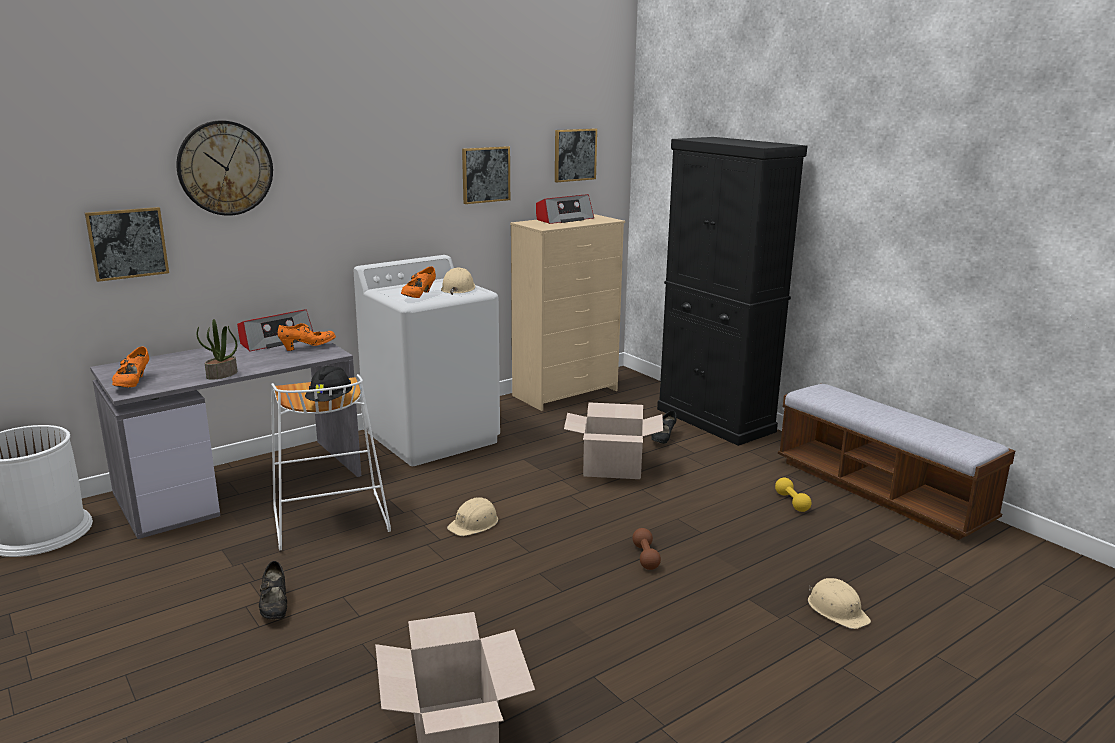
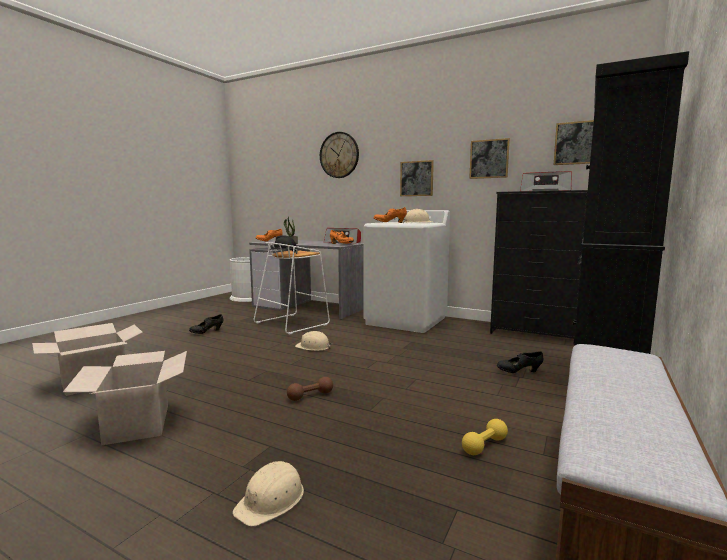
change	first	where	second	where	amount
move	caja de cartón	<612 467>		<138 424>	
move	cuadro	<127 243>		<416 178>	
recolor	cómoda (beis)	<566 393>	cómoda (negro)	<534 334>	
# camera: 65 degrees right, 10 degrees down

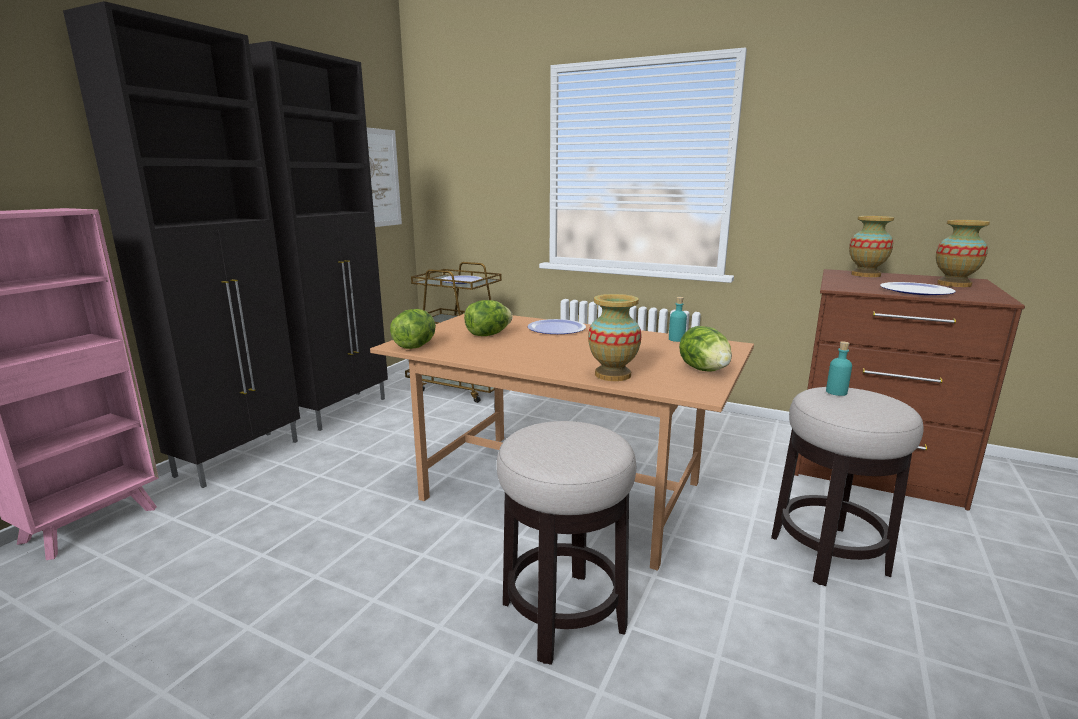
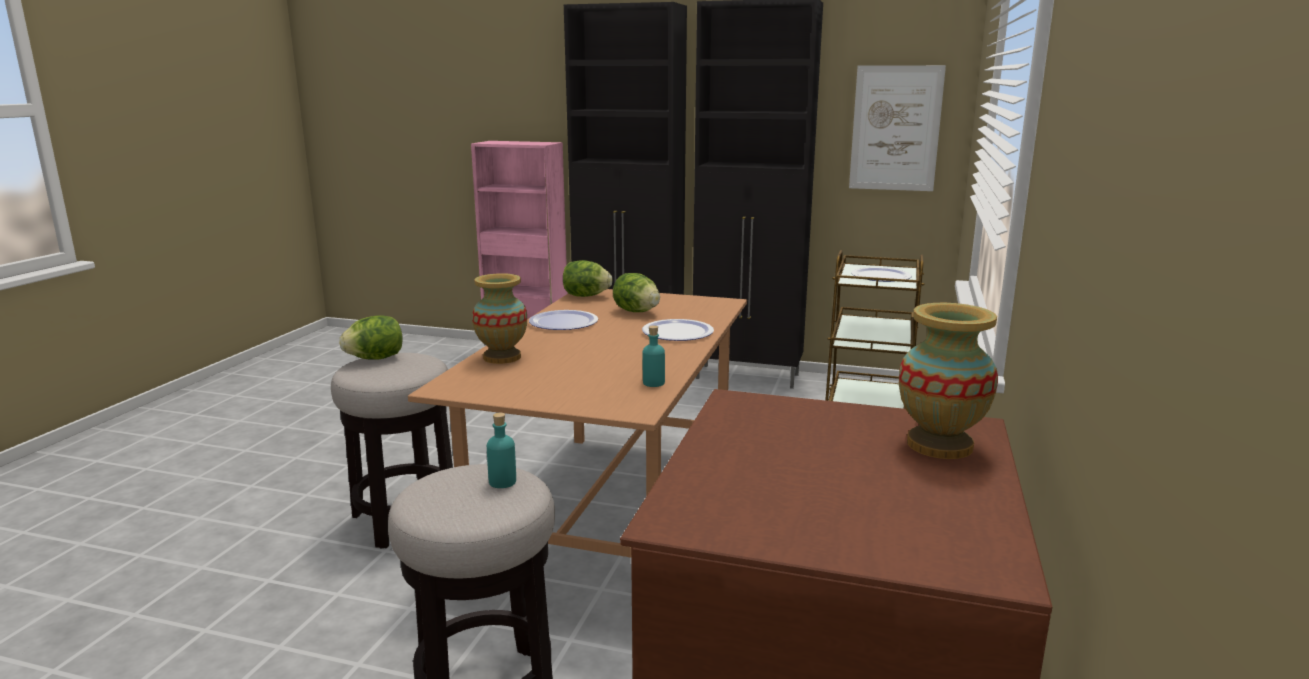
change	first	where	second	where	amount
move	lechuga	<704 370>		<375 358>	
move	plato	<916 291>		<563 322>	
delete	florero	<953 284>			
# camera: 80 degrees right, 0 degrees up

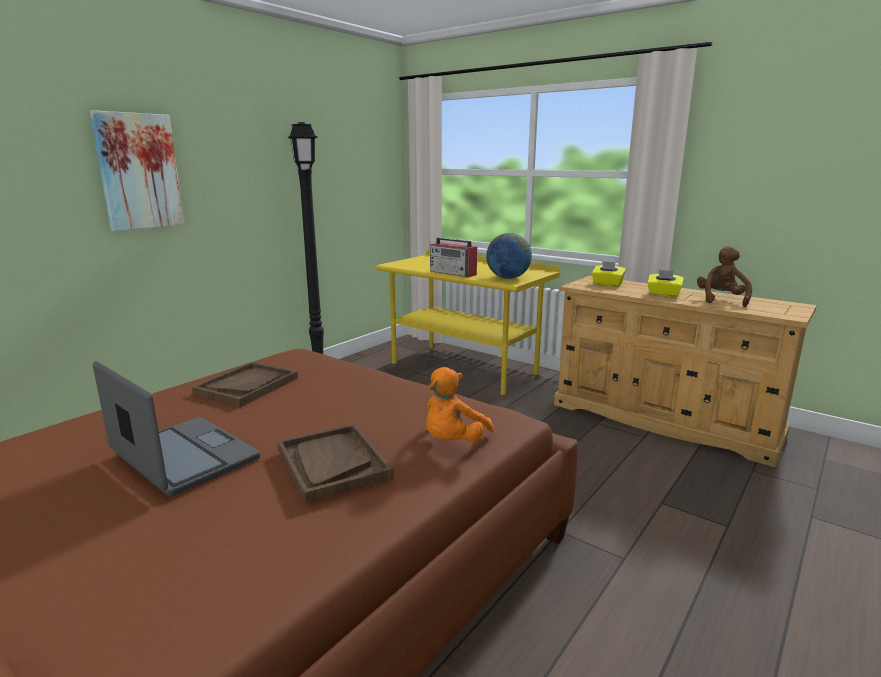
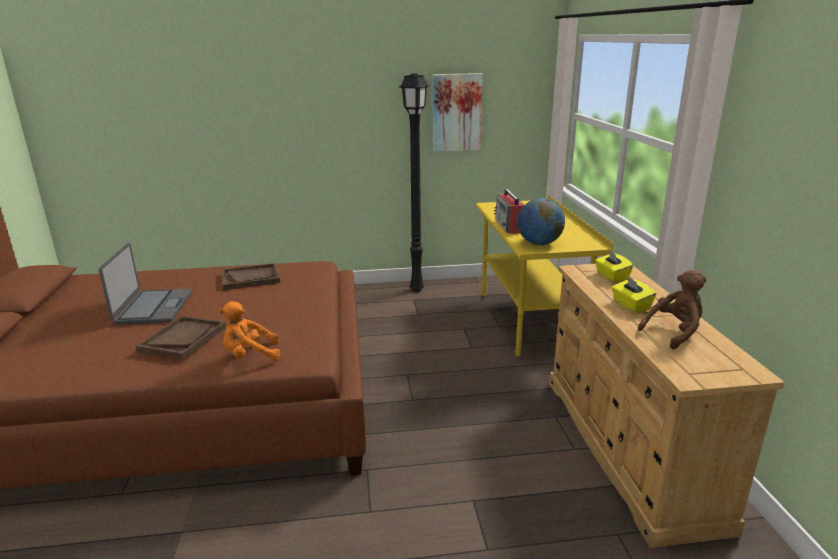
change	first	where	second	where	amount
move	cuadro	<139 171>		<456 112>	
# camera: 45 degrees right, 5 degrees up

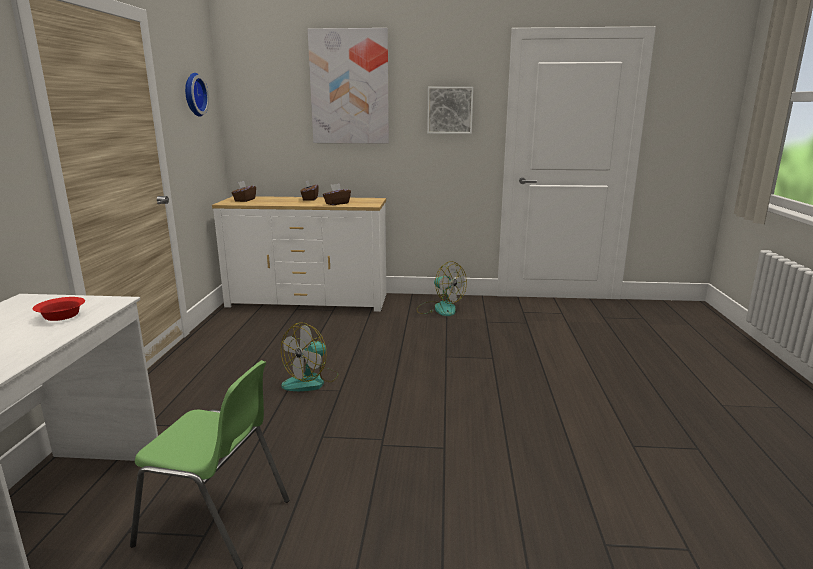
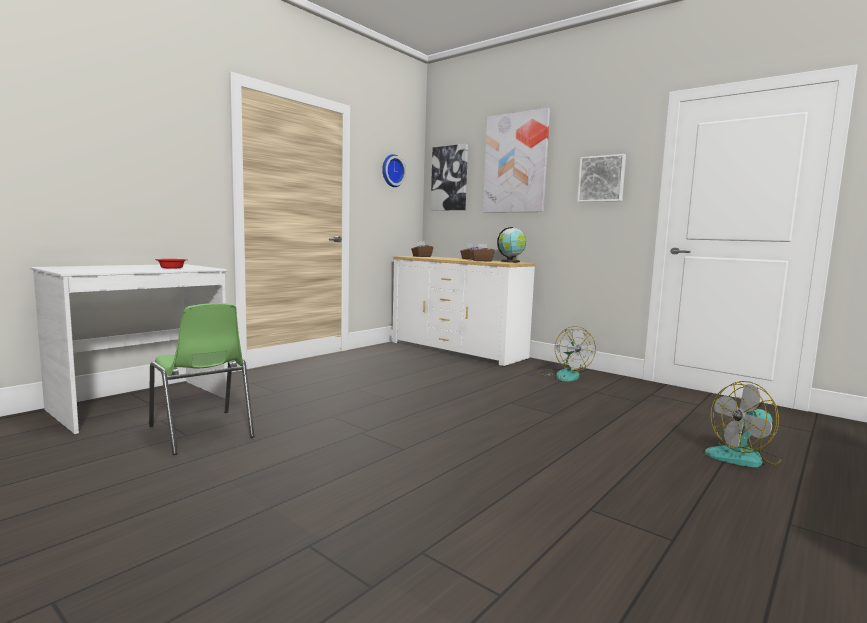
change	first	where	second	where	amount
insert			cuadro	<450 178>	
insert			globo terráqueo	<511 261>	
move	ventilador	<311 381>		<743 457>	
# camera: 35 degrees right, 10 degrees down

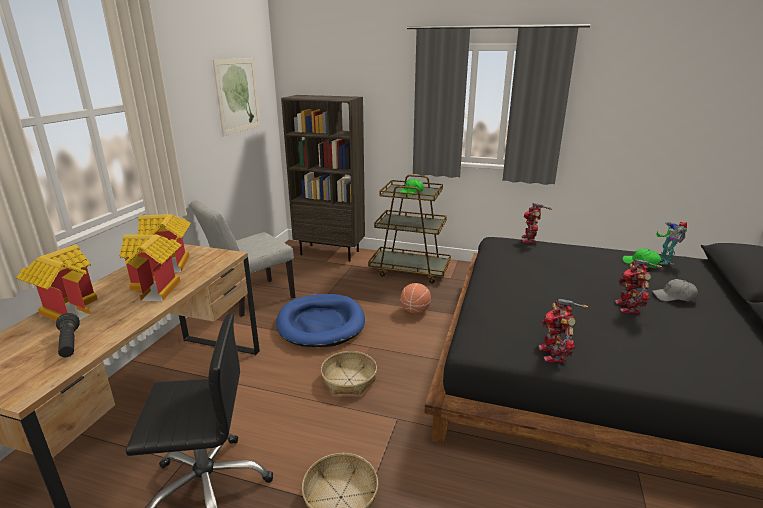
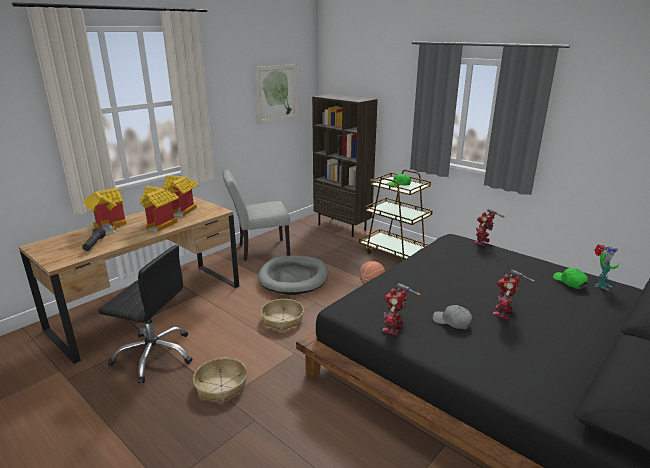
change	first	where	second	where	amount
recolor	cama para perro (azul)	<321 323>	cama para perro (gris)	<294 277>	
move	gorra (gris)	<673 297>		<452 322>	
rotate	robot de juguete	<664 261>		<600 285>	150 degrees counterclockwise
# camera: 25 degrees right, 0 degrees up

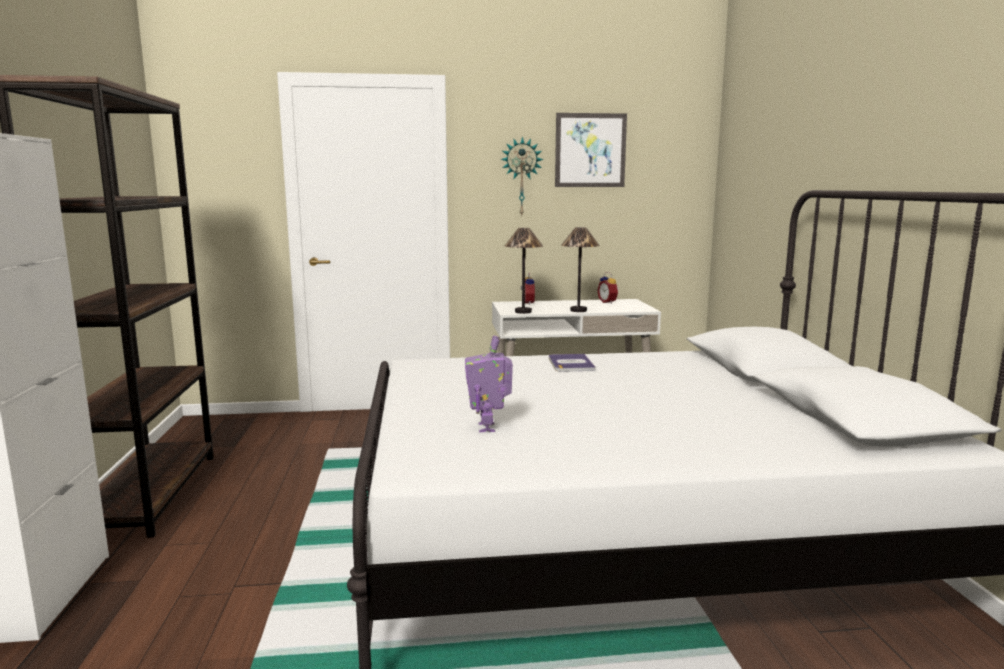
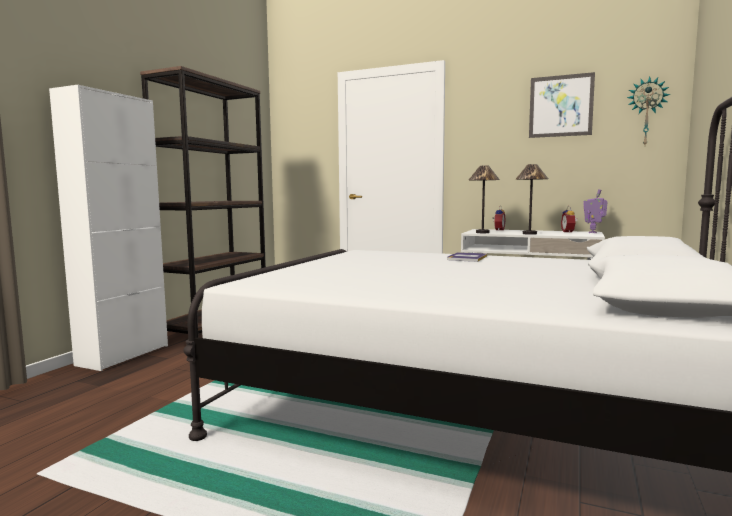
change	first	where	second	where	amount
move	robot de juguete	<488 427>		<593 232>	
move	reloj de pared	<521 177>		<646 112>	
# camera: 30 degrees right, 5 degrees down

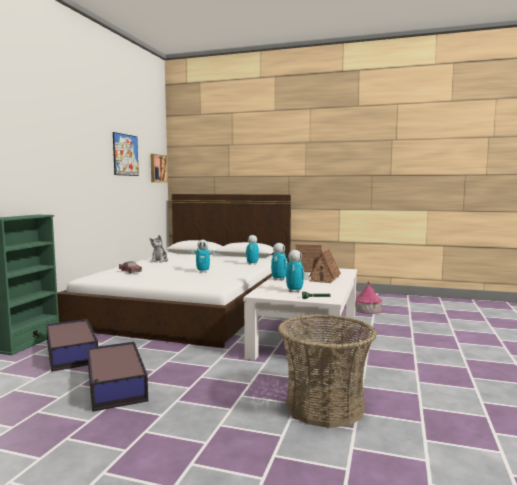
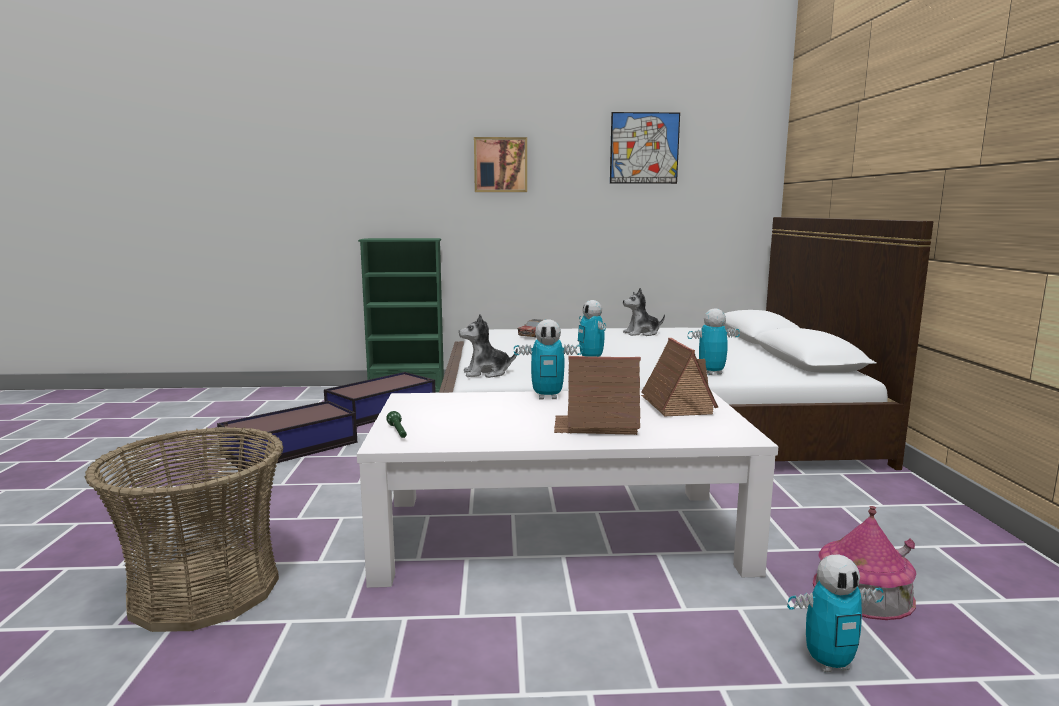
change	first	where	second	where	amount
insert			peluche	<486 373>	
move	cuadro	<158 168>		<500 165>	
move	robot de juguete	<294 291>		<829 663>	
# camera: 70 degrees right, 5 degrees up

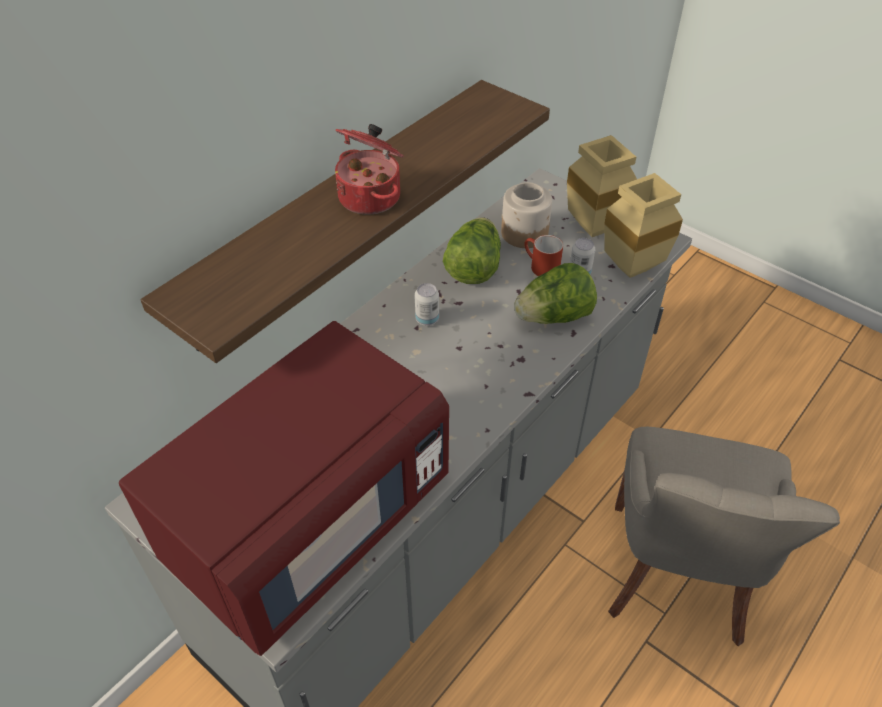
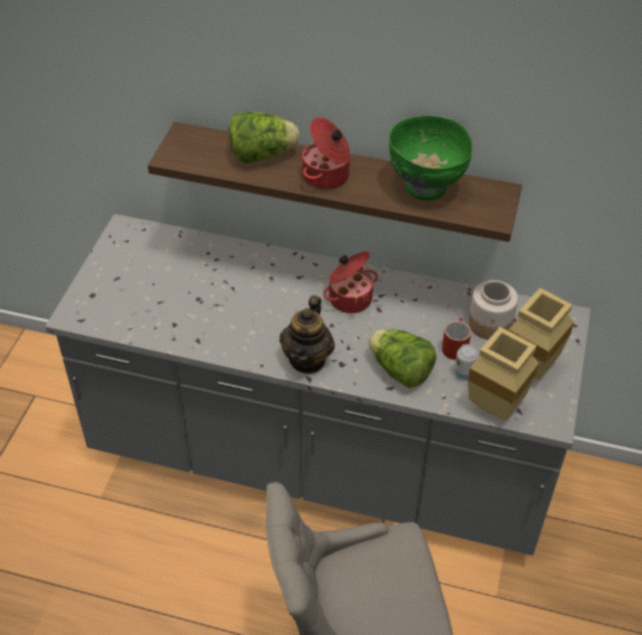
change	first	where	second	where	amount
move	lechuga	<473 268>		<261 155>	
insert			tetera	<307 359>	
replace	lata	<427 319>	olla	<349 298>	
insert			cuenco (verde)	<425 188>	
delete	microondas (rojo)	<308 521>			
# camera: 65 degrees right, 0 degrees up

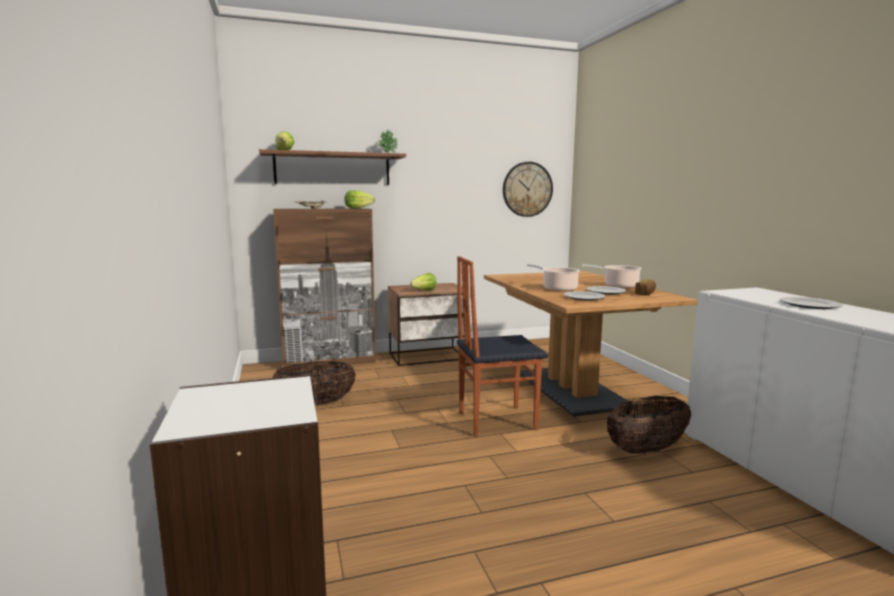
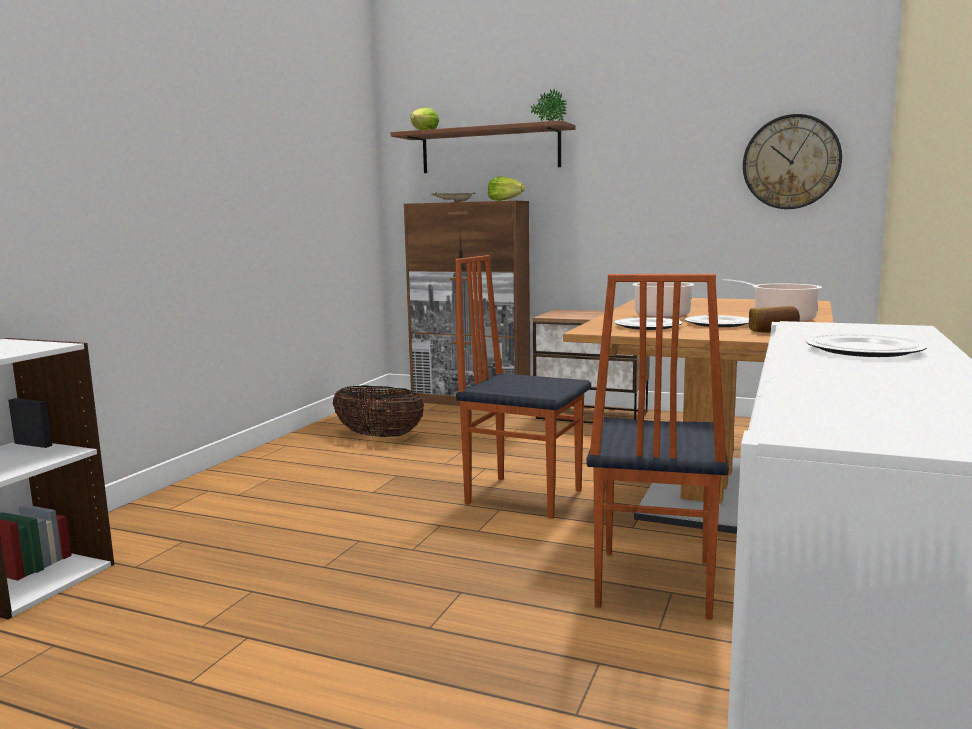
change	first	where	second	where	amount
replace	cesta	<646 449>	silla	<651 583>	
delete	lechuga	<423 291>			
# camera: 40 degrees right, 0 degrees up

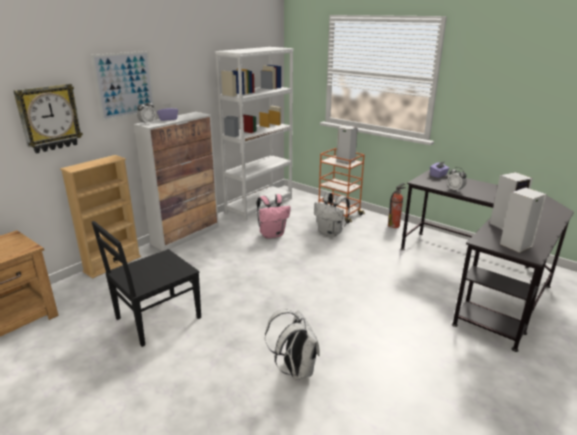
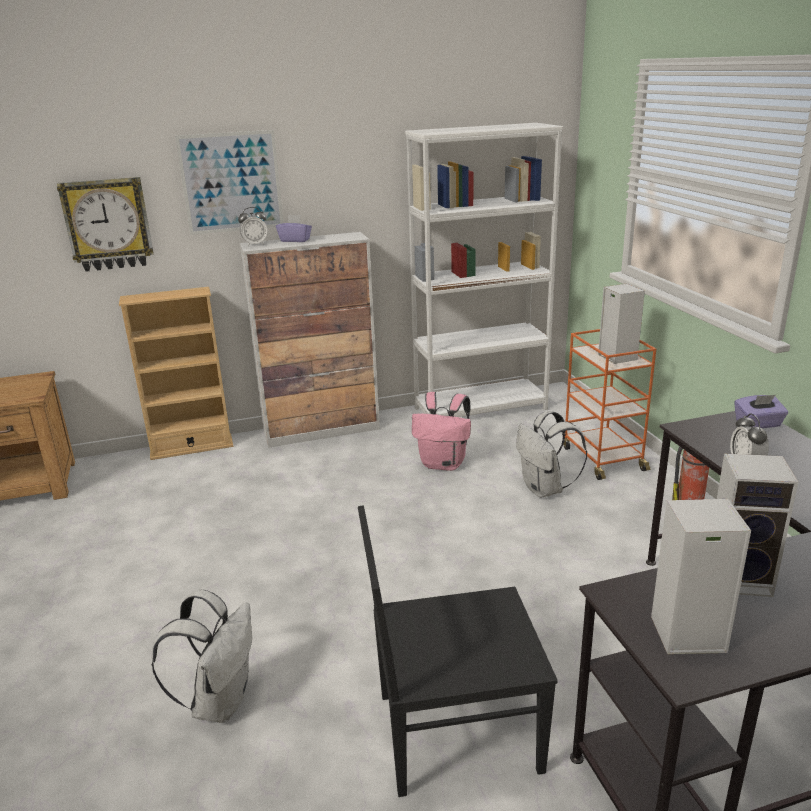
change	first	where	second	where	amount
move	silla (negro)	<156 319>		<453 732>	
# camera: 35 degrees right, 0 degrees up

